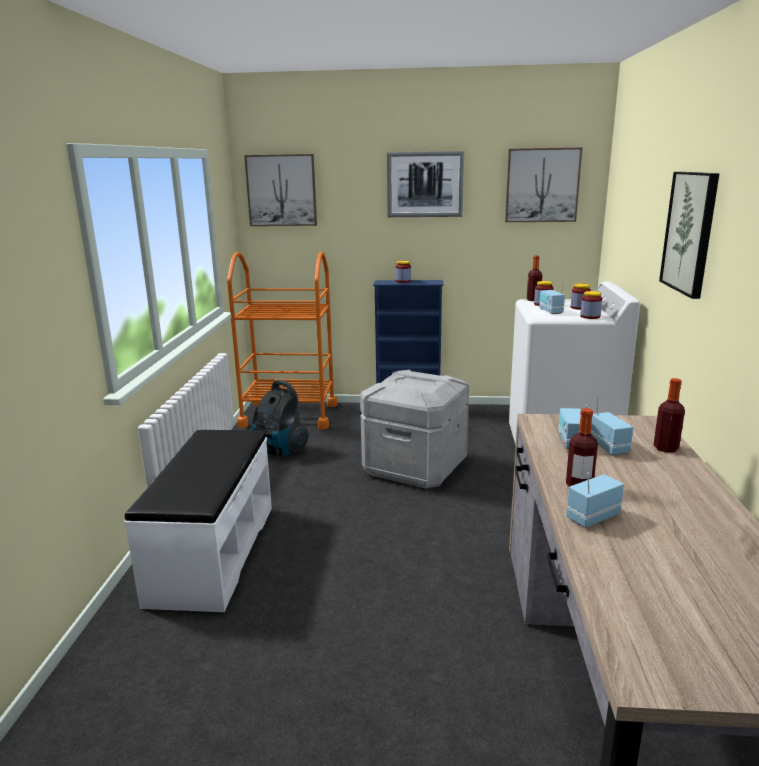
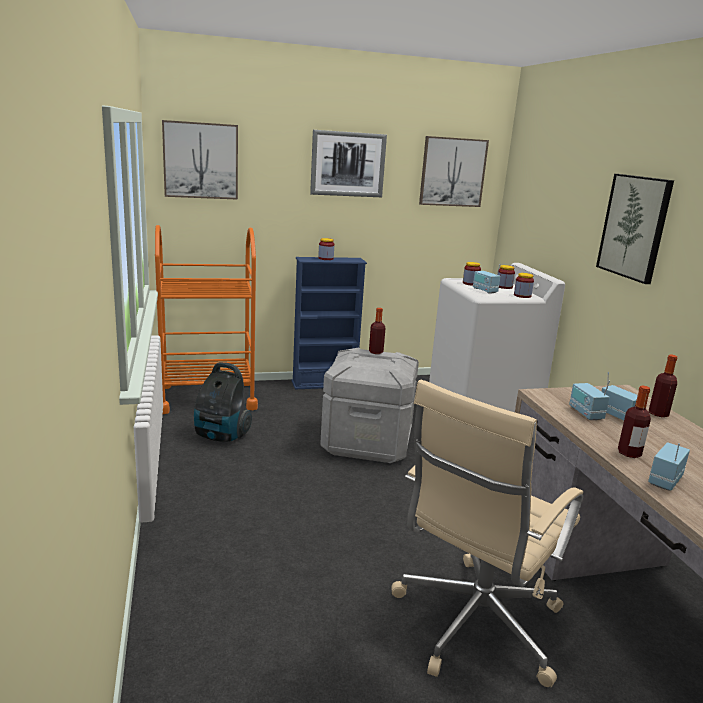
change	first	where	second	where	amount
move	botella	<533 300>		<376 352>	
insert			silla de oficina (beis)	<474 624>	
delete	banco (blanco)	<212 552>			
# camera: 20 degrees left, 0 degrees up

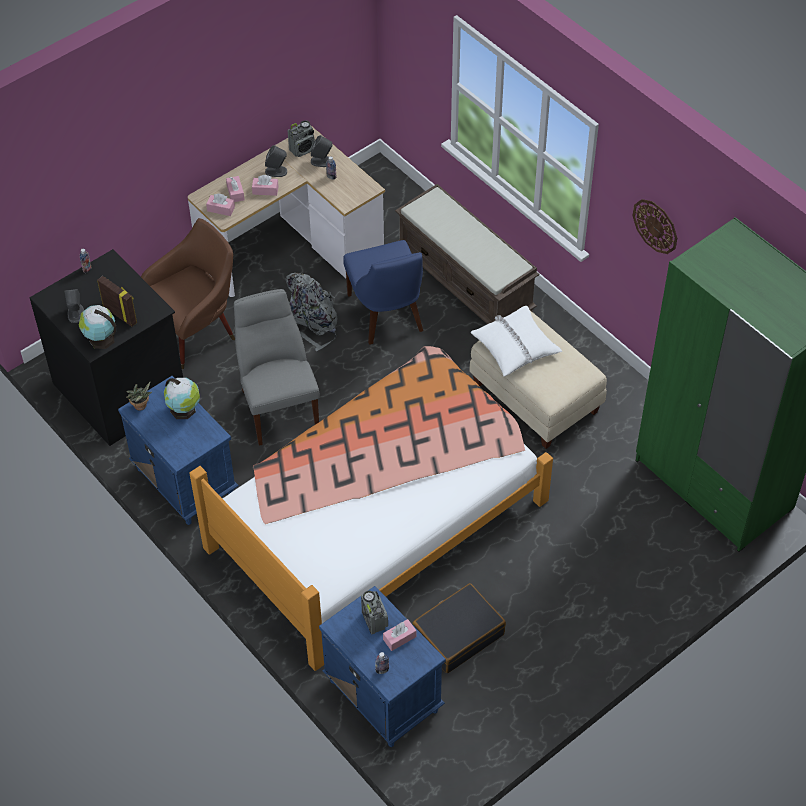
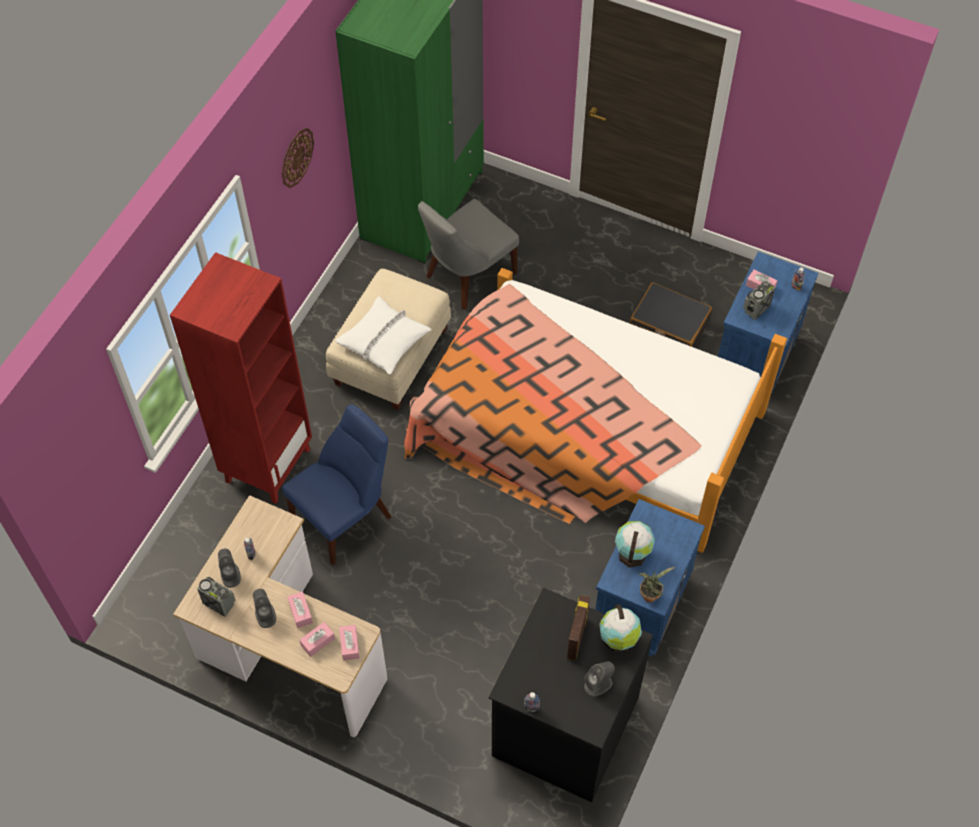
change	first	where	second	where	amount
replace	banco (marrón)	<466 281>	estantería (rojo)	<267 464>	
move	silla (gris)	<278 406>		<467 276>	
delete	sillón (marrón)	<196 330>			
delete	mochila (gris)	<311 322>			
# camera: 115 degrees left, 5 degrees up

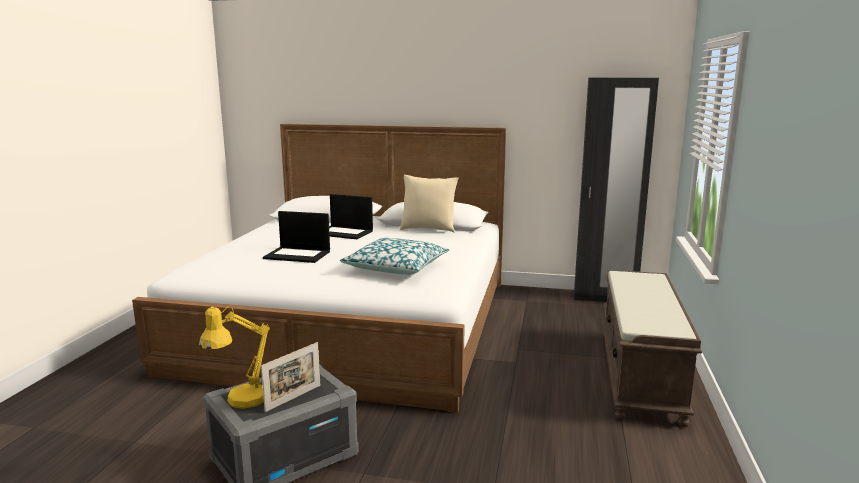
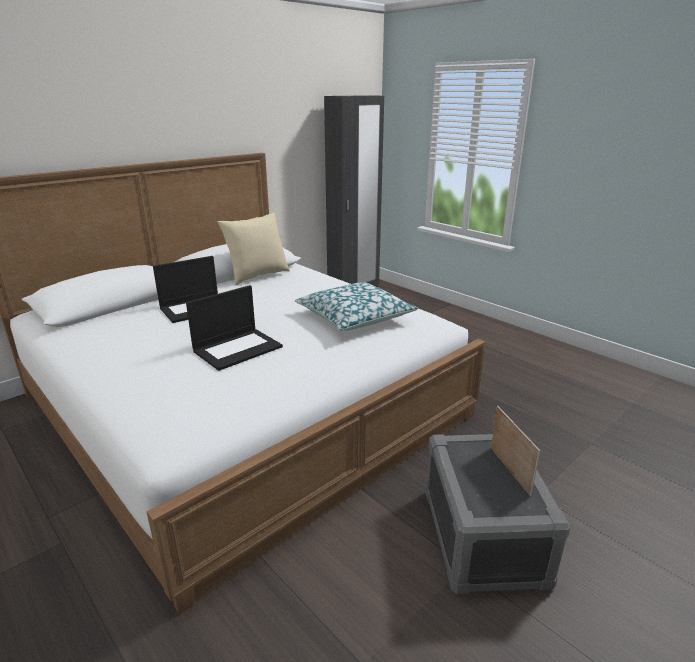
change	first	where	second	where	amount
delete	lámpara de mesa (amarillo)	<240 402>			
delete	banco (marrón)	<641 375>			
# camera: 55 degrees left, 10 degrees up

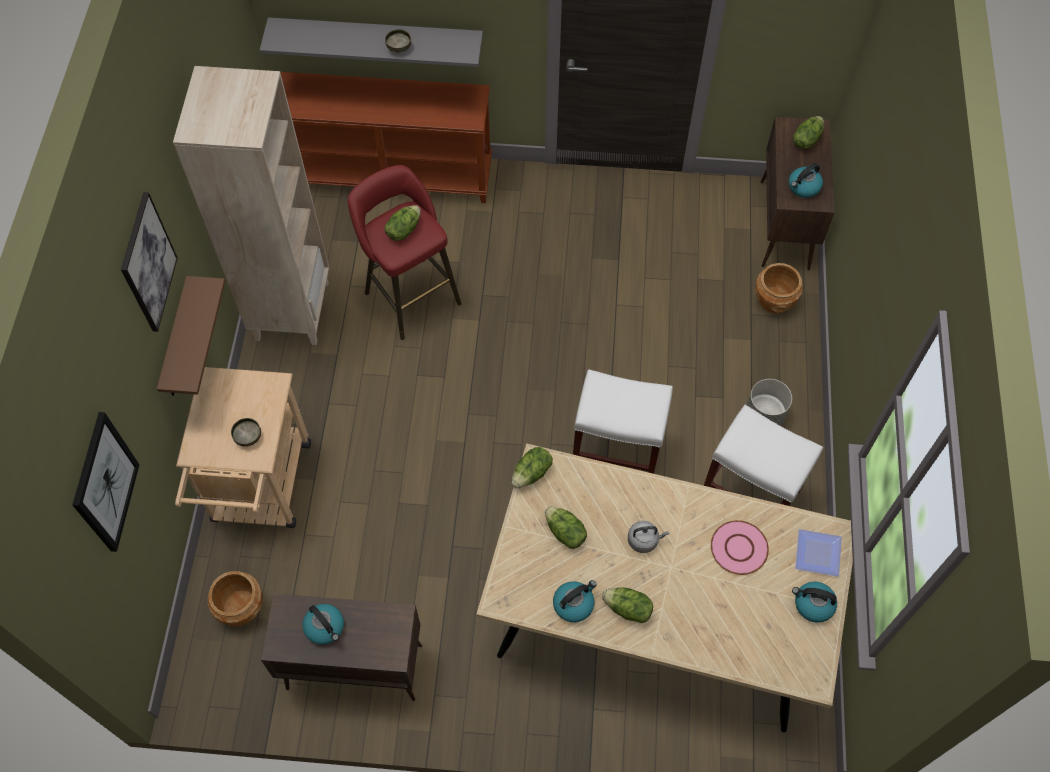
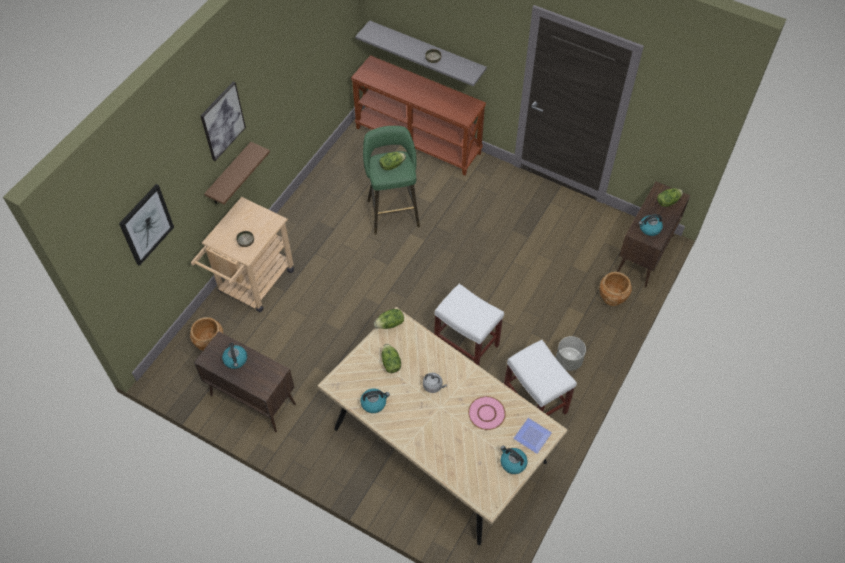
change	first	where	second	where	amount
recolor	taburete (rojo)	<409 294>	taburete (verde)	<392 210>	
delete	estantería (beis)	<291 310>			
delete	lechuga	<627 609>			
# camera: 25 degrees right, 5 degrees down

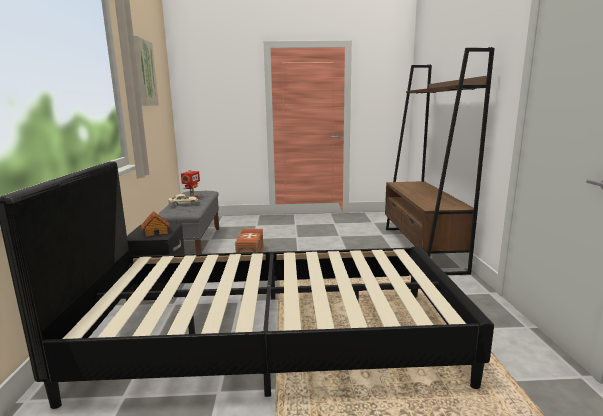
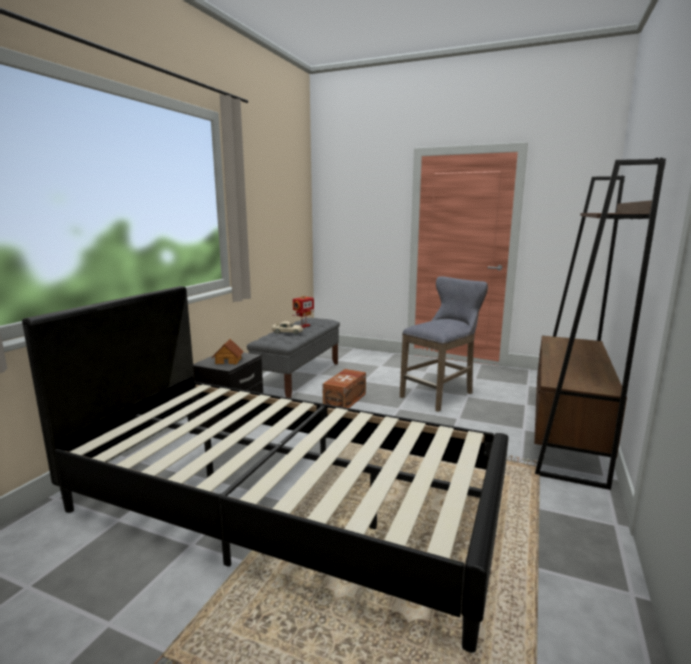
change	first	where	second	where	amount
insert			taburete (gris)	<441 394>	
delete	cuadro	<144 73>			
# camera: 25 degrees right, 0 degrees up

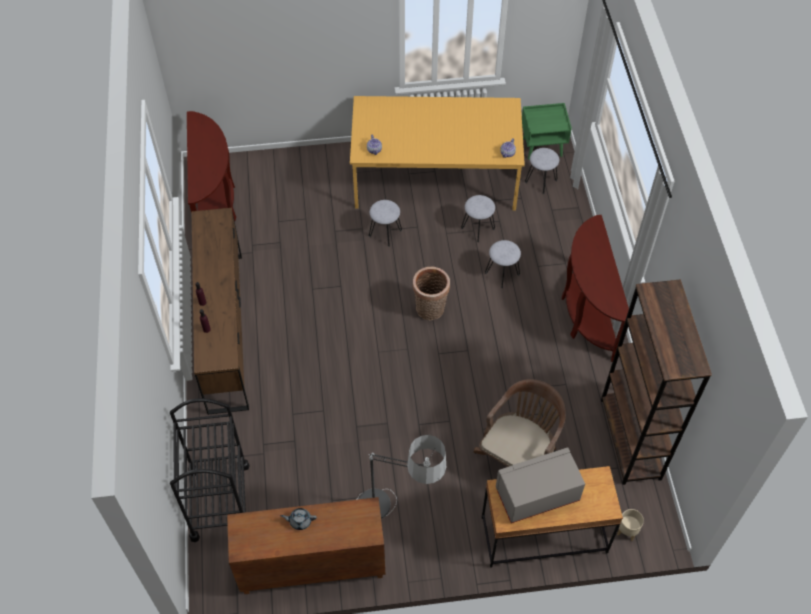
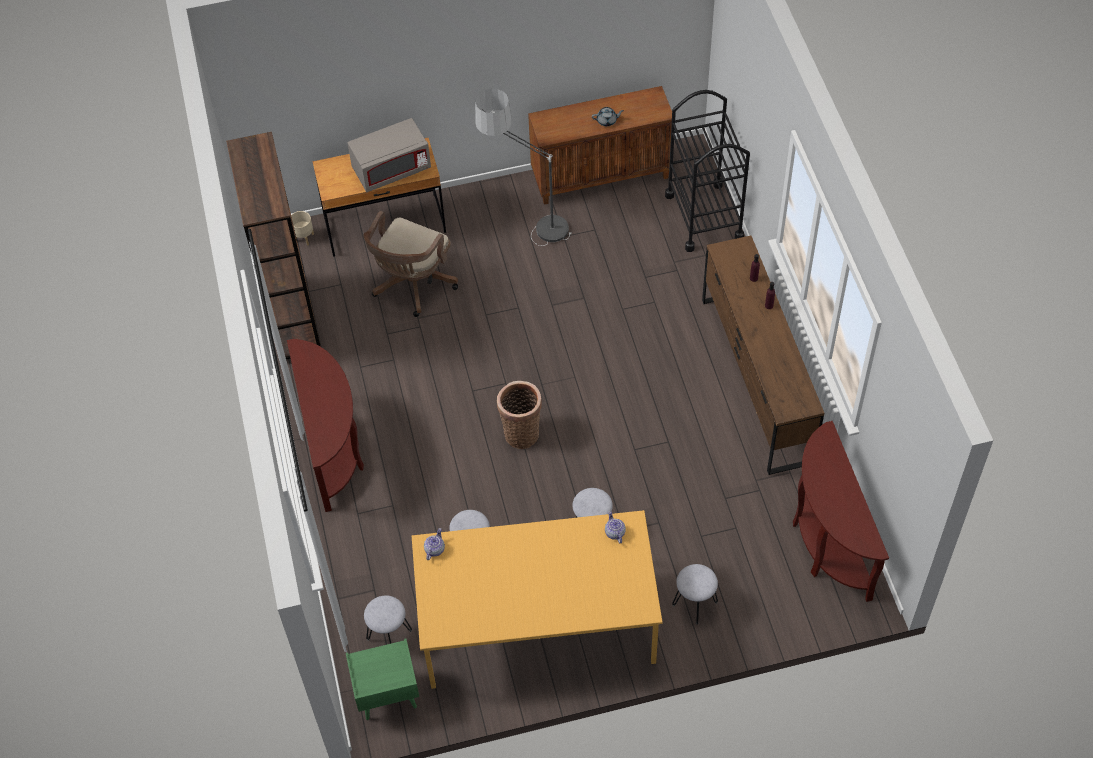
change	first	where	second	where	amount
move	taburete (gris)	<502 273>		<695 604>	
# camera: 175 degrees right, 0 degrees up

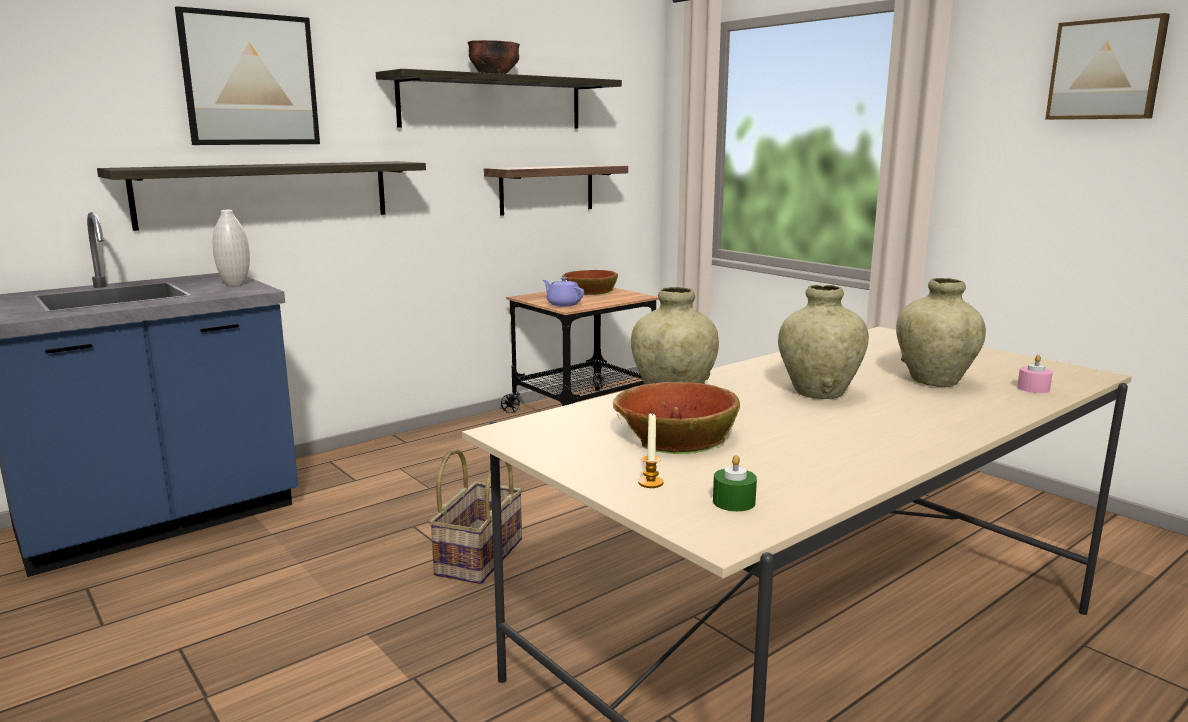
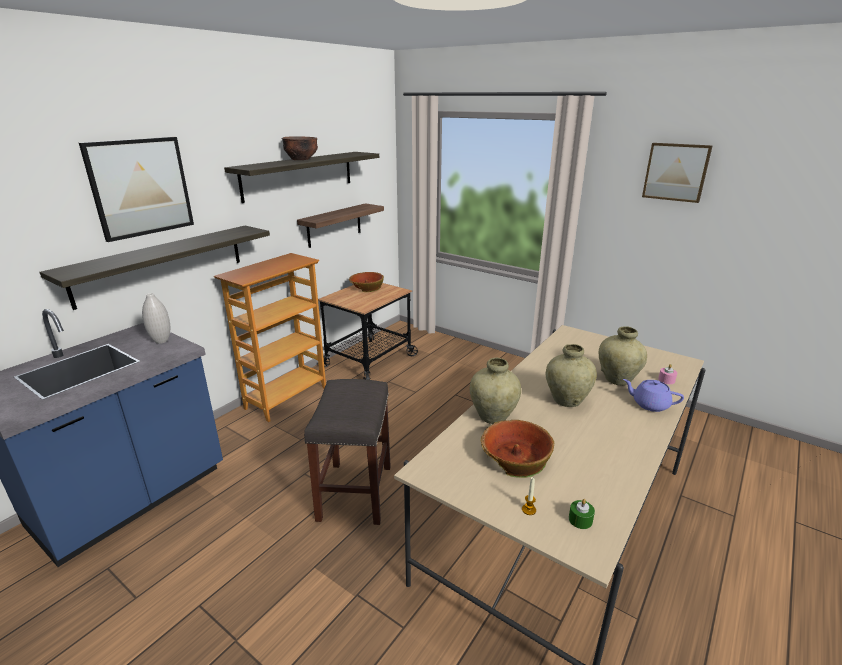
change	first	where	second	where	amount
insert			estantería	<286 397>	
replace	cesta	<478 556>	taburete (gris)	<355 491>	
move	tetera (morado)	<563 304>		<649 404>	
# camera: 15 degrees left, 10 degrees up

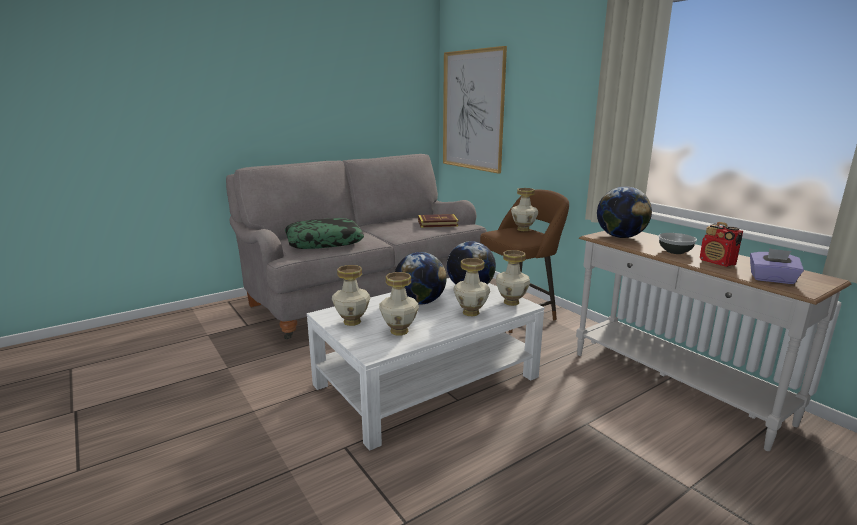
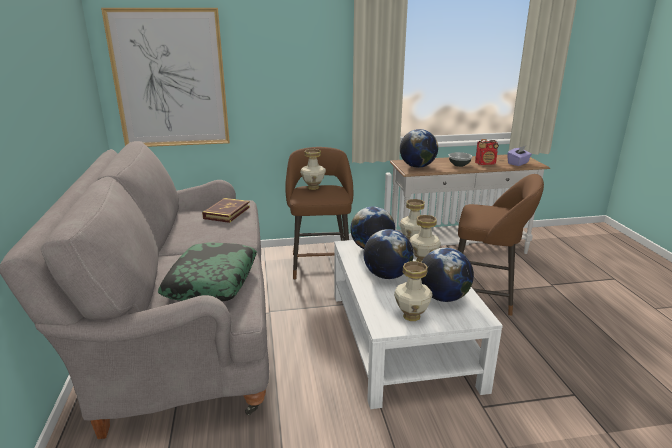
change	first	where	second	where	amount
replace	florero	<399 331>	globo terráqueo	<443 297>	
insert			taburete (marrón)	<486 295>	
# camera: 65 degrees left, 5 degrees up

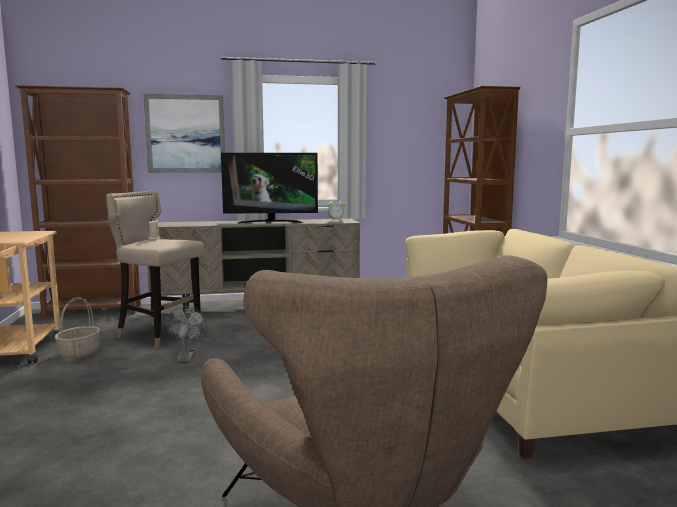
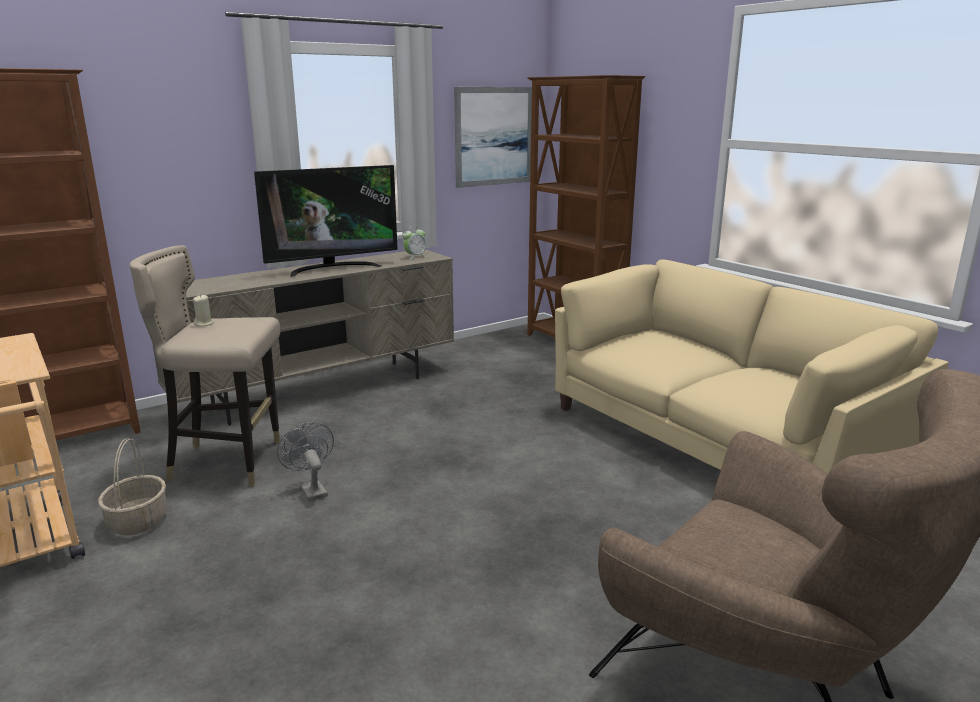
change	first	where	second	where	amount
move	cuadro	<185 134>		<494 136>	
# camera: 25 degrees left, 10 degrees up

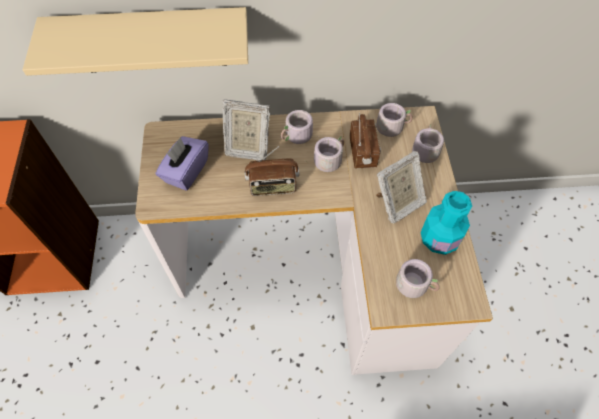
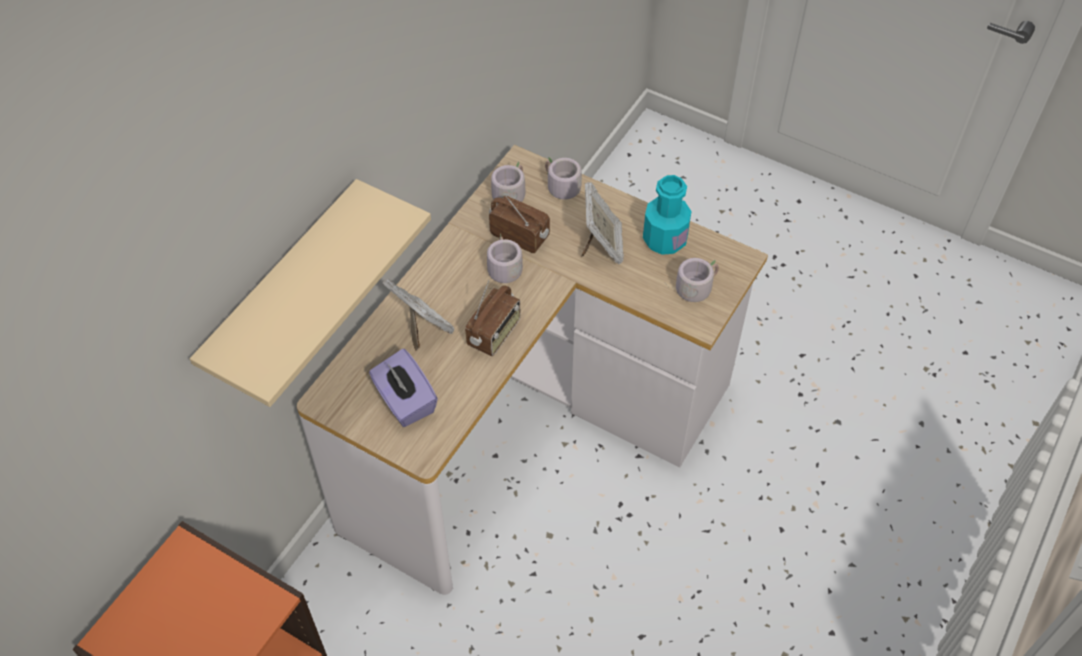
change	first	where	second	where	amount
rotate	portarretratos	<247 147>		<423 329>	90 degrees counterclockwise
delete	taza grande (gris)	<297 137>			
# camera: 55 degrees left, 5 degrees down

